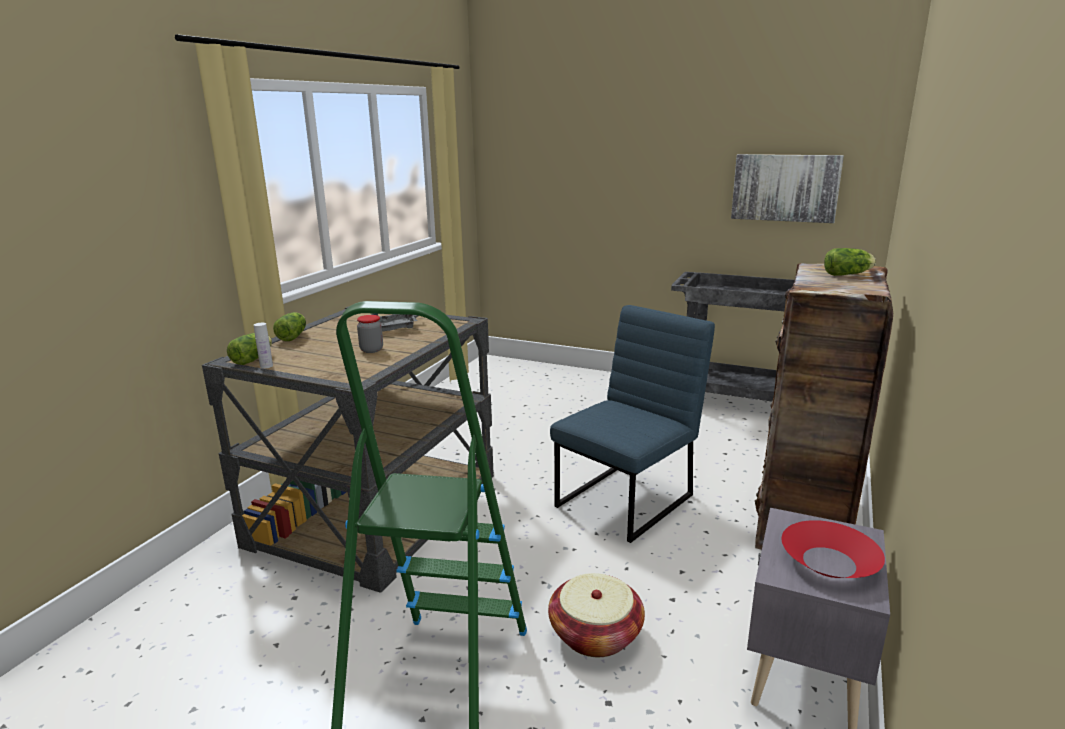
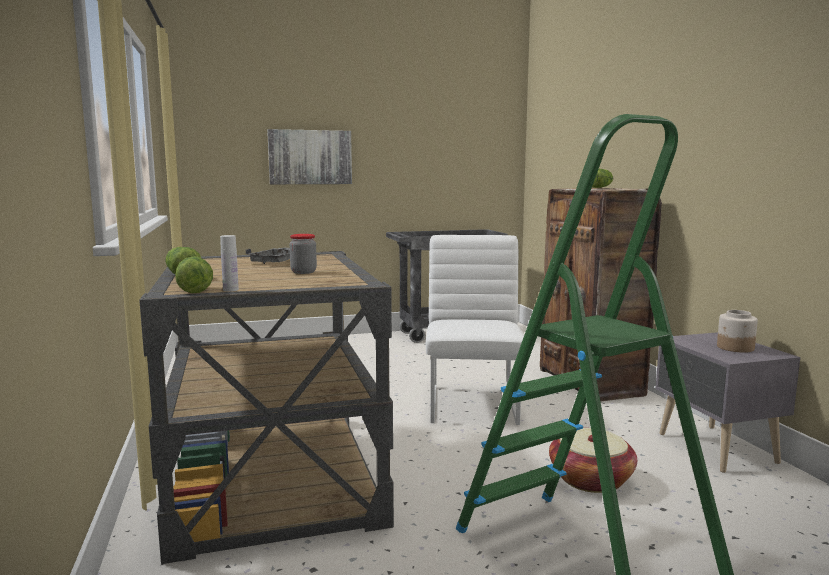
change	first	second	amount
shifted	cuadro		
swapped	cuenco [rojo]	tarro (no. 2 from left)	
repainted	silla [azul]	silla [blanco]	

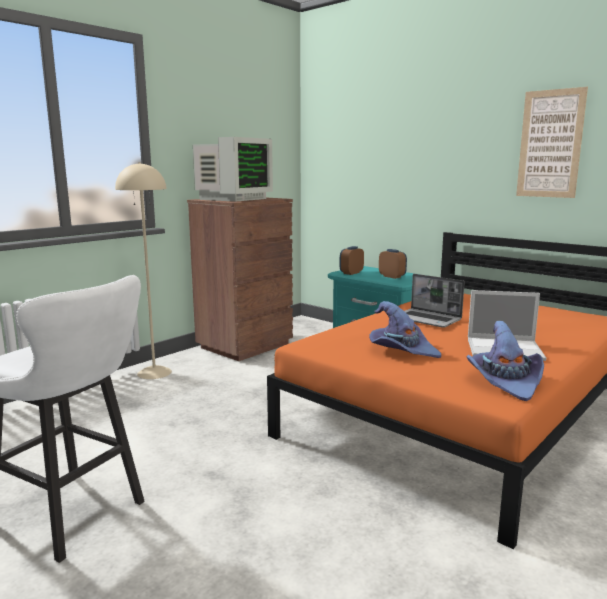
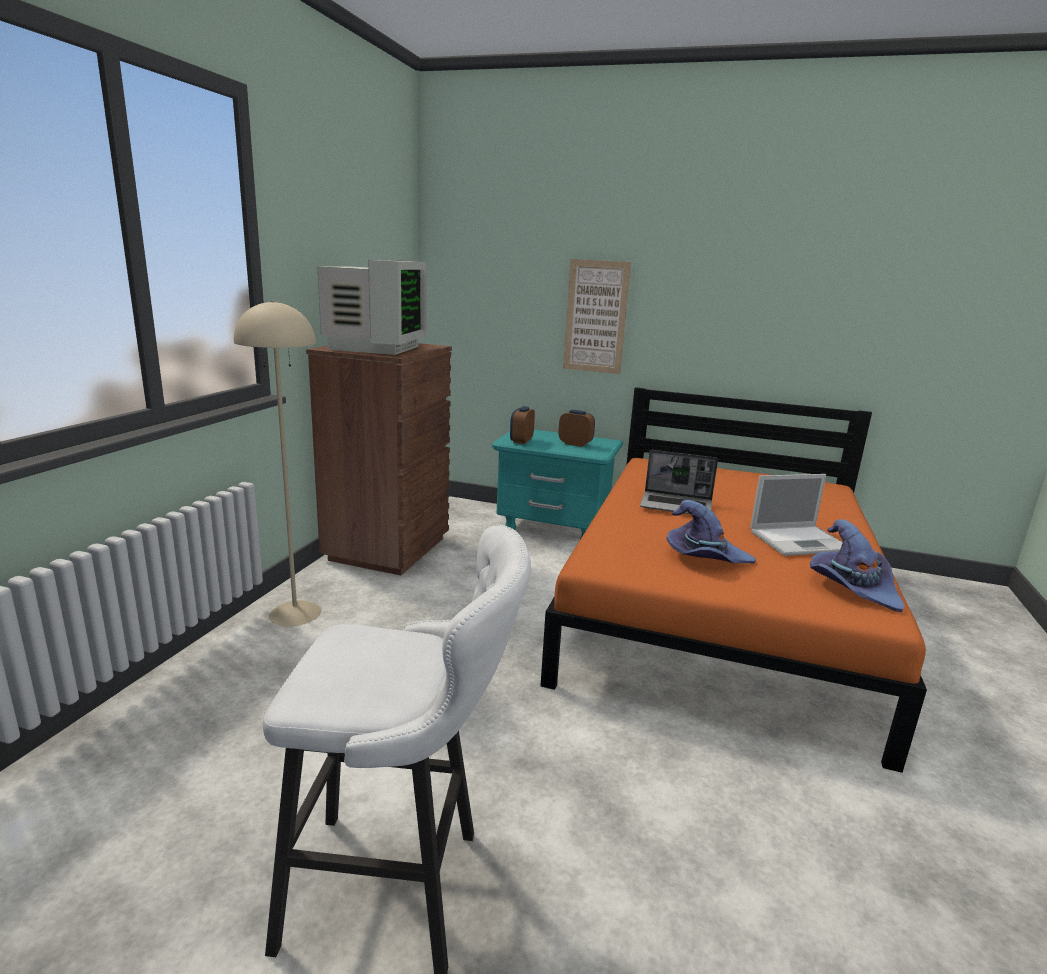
change	first	second	amount
shifted	cuadro		

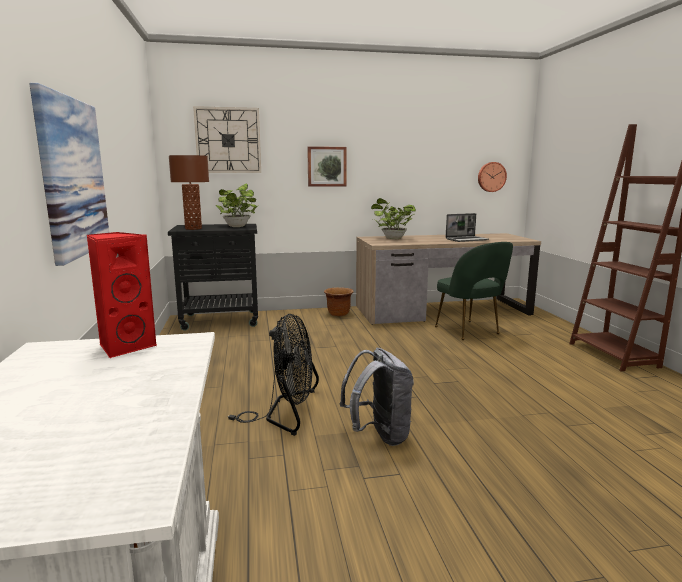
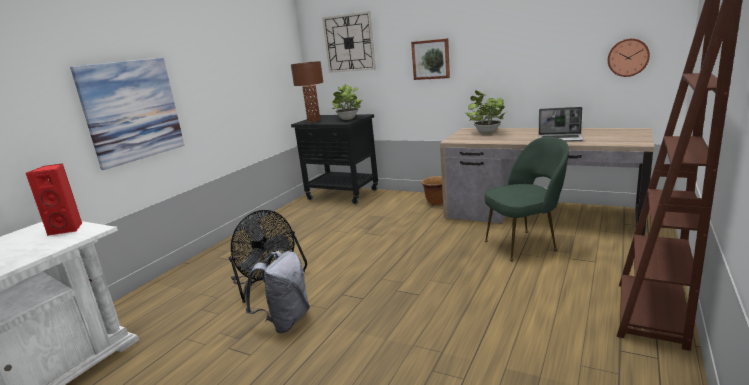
change	first	second	amount
rotated	silla [verde]		120 degrees counterclockwise

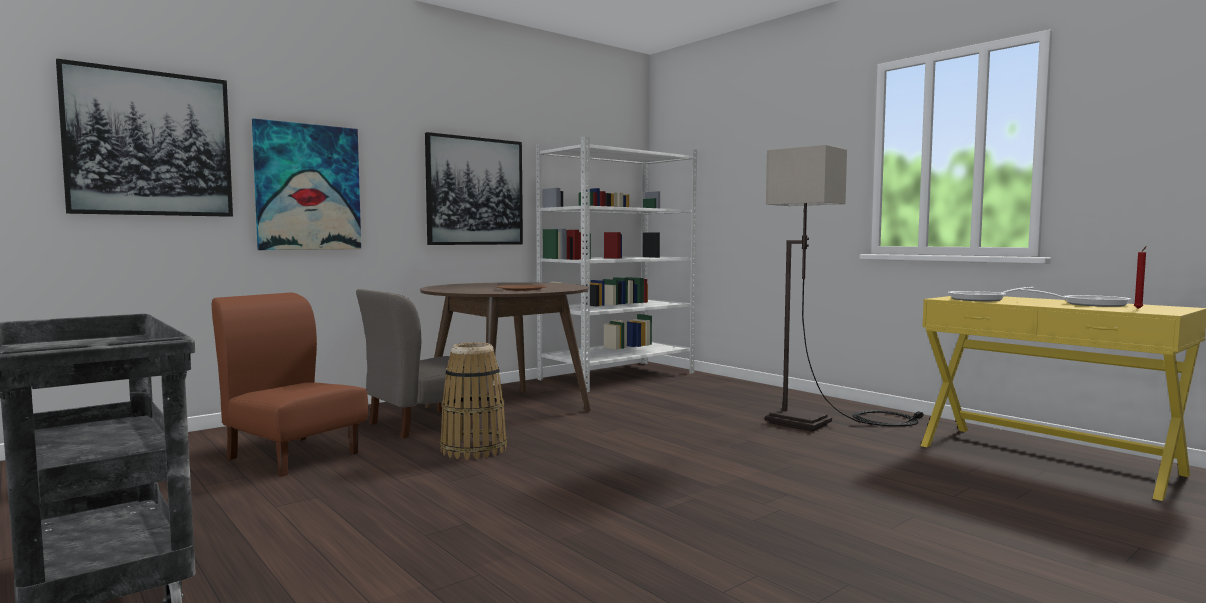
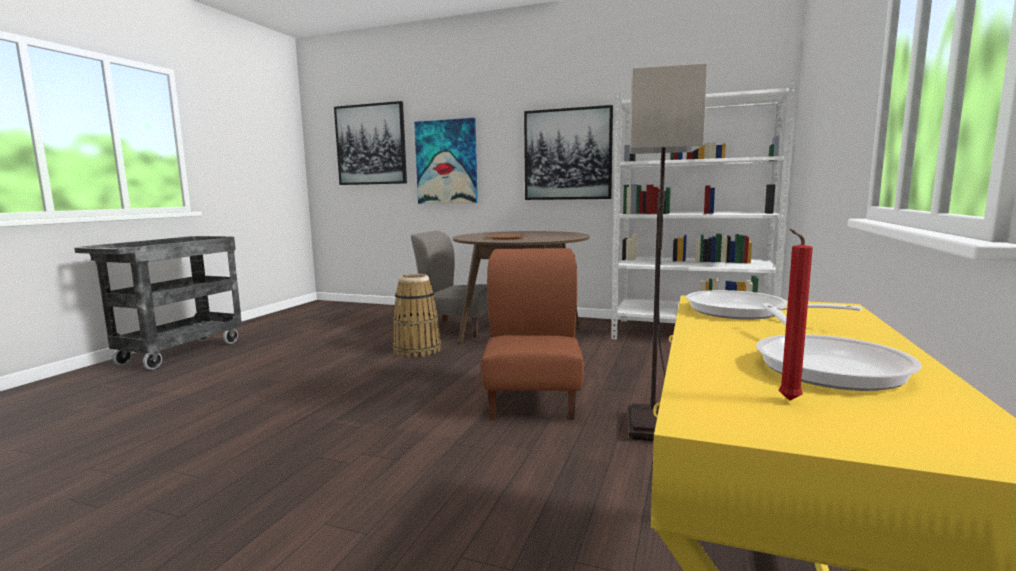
change	first	second	amount
shifted	silla [marrón]		

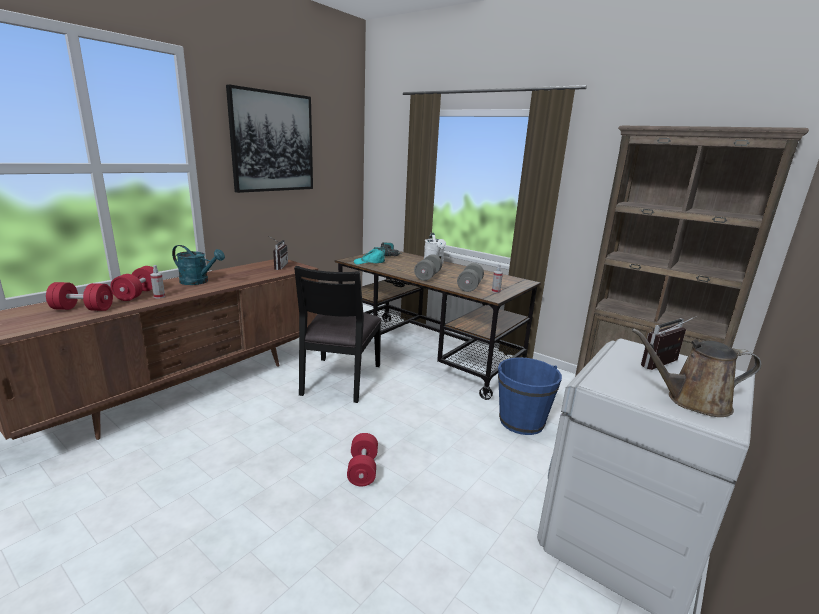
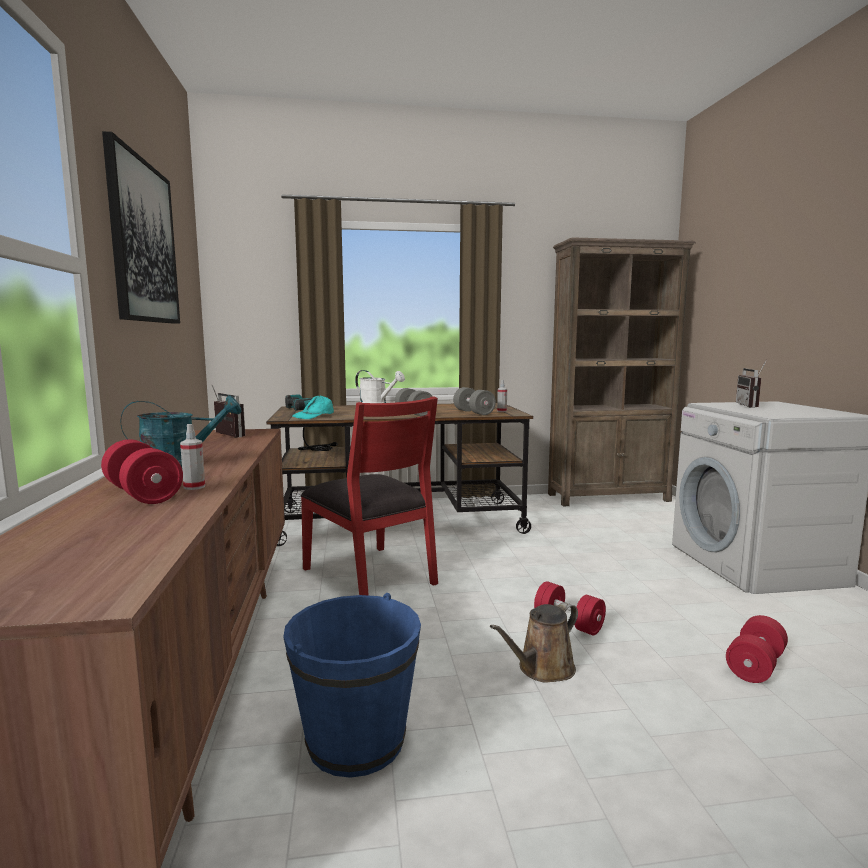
change	first	second	amount
shifted	mancuerna [rojo] (no. 1 from left in the first image)	mancuerna [rojo] (no. 3 from left)	
shifted	cubo [azul]		
shifted	regadera [marrón]		
repainted	silla [negro]	silla [rojo]	

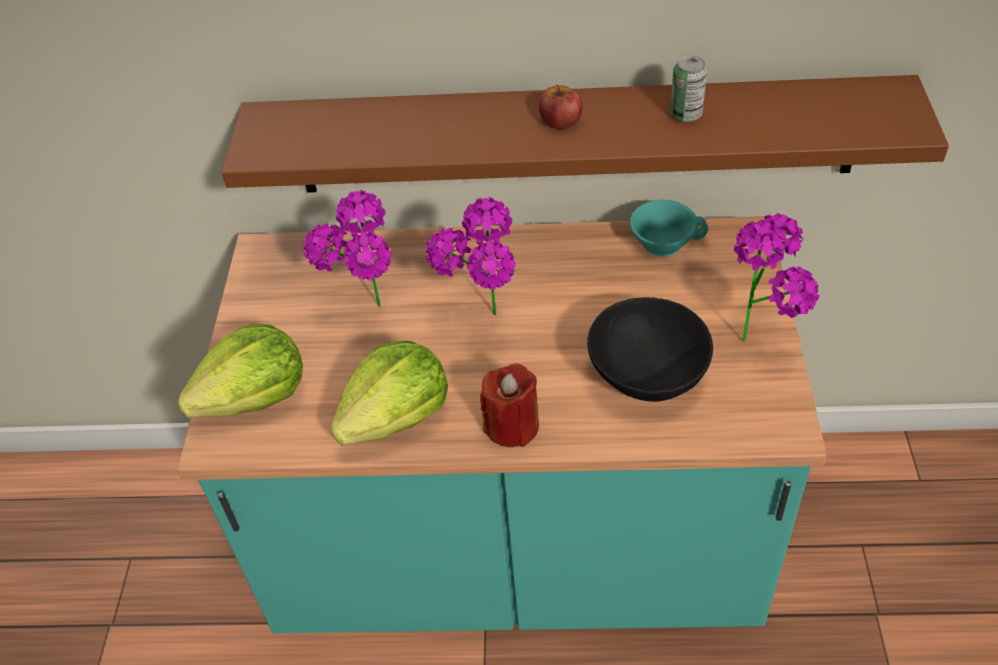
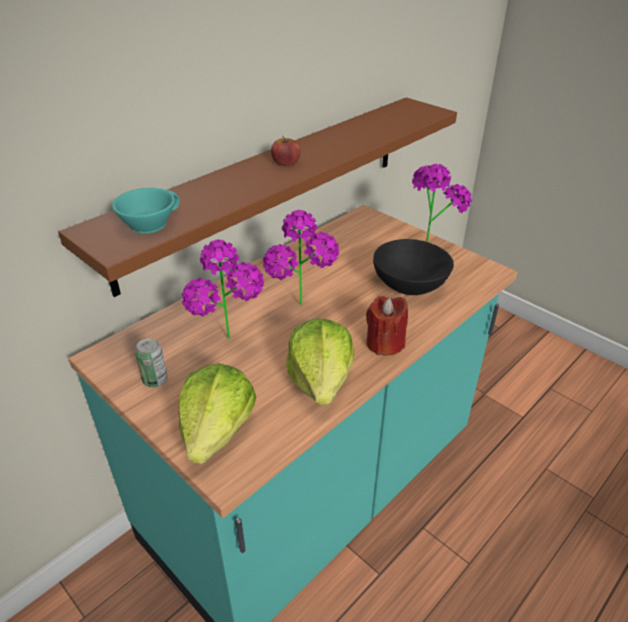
change	first	second	amount
shifted	taza [turquesa]		
shifted	lata		

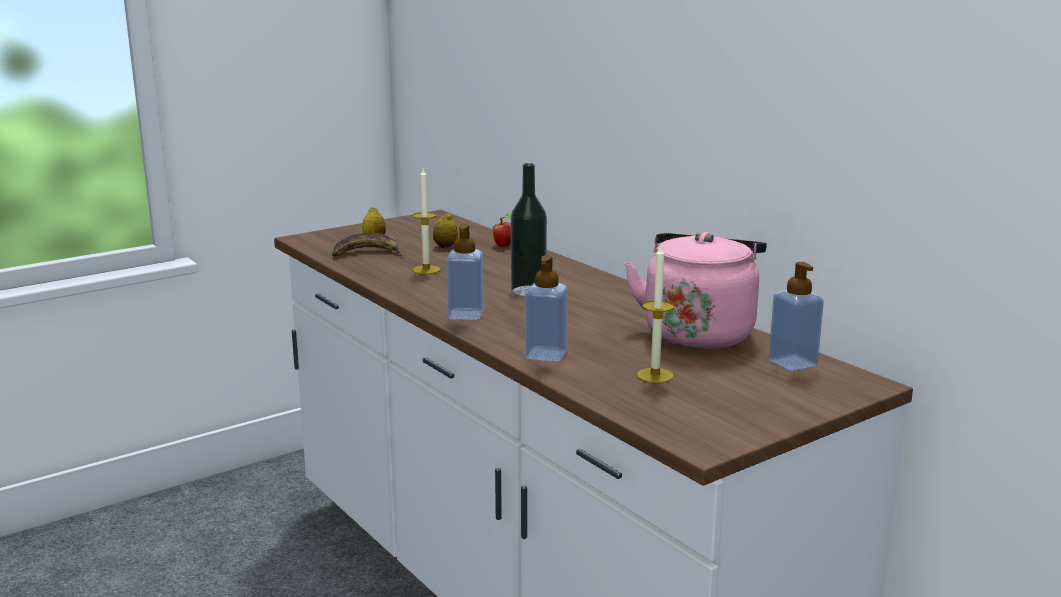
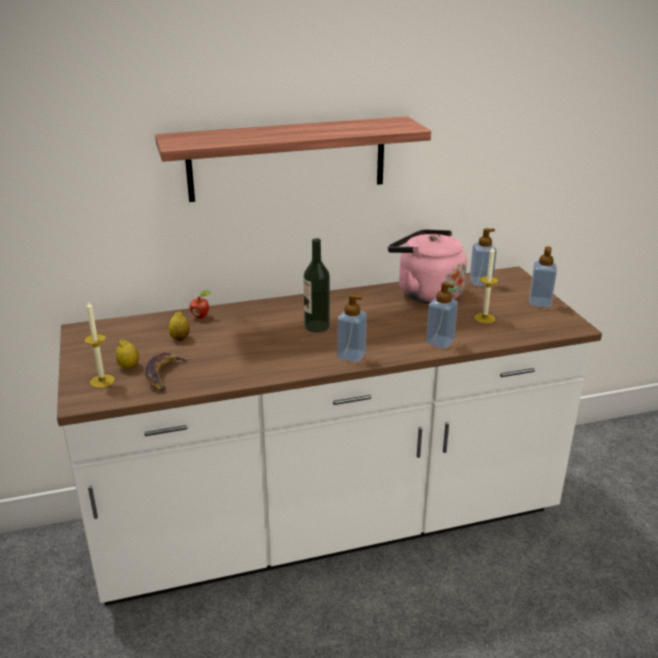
change	first	second	amount
new		estante	
new		dispensador de jabón (no. 4 from left)	
shifted	vela (no. 1 from left)		

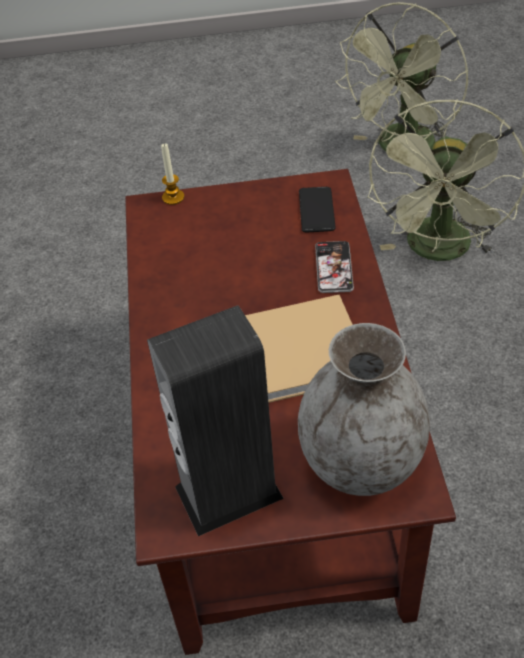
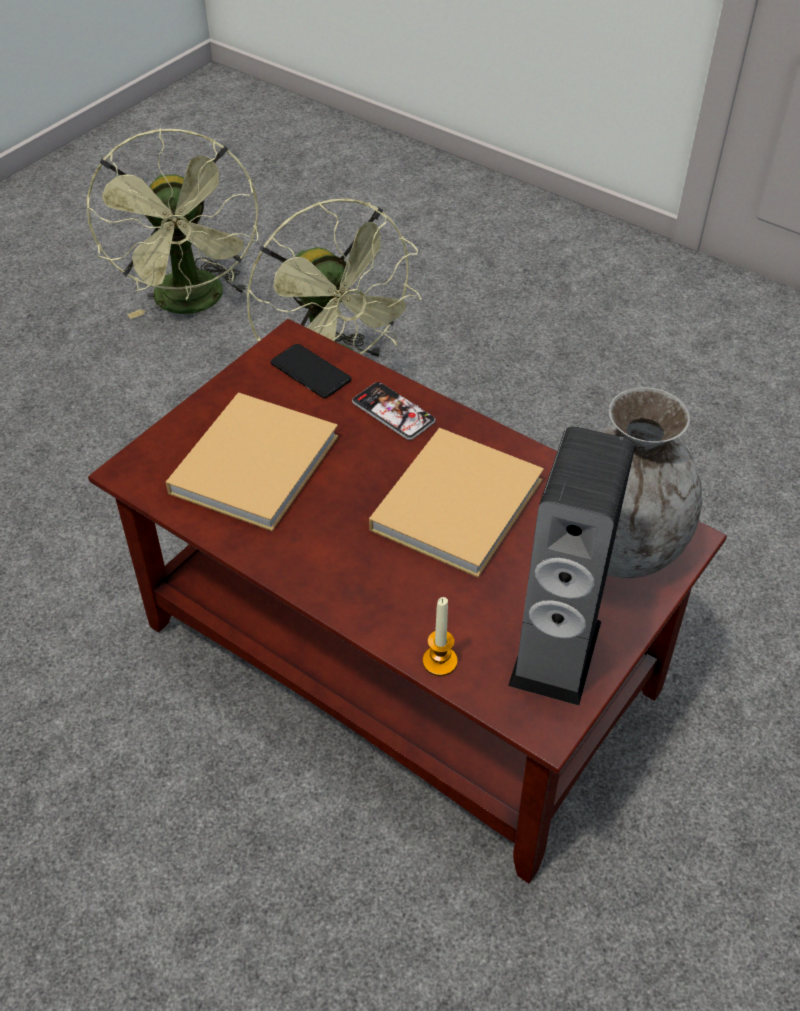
change	first	second	amount
new		libro [beis] (no. 1 from left)	
shifted	vela		

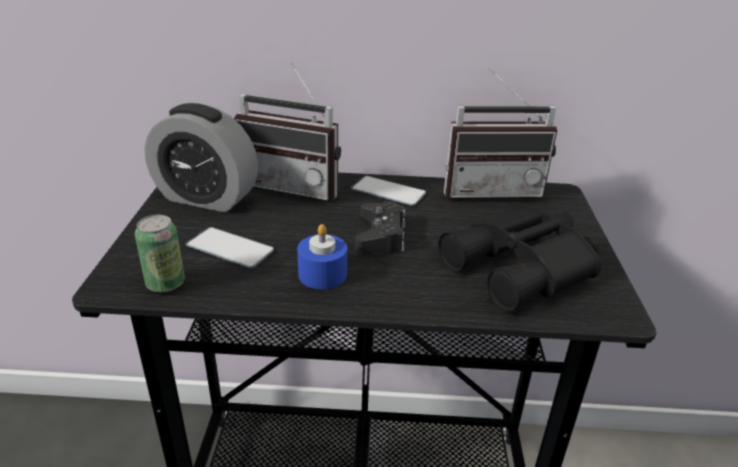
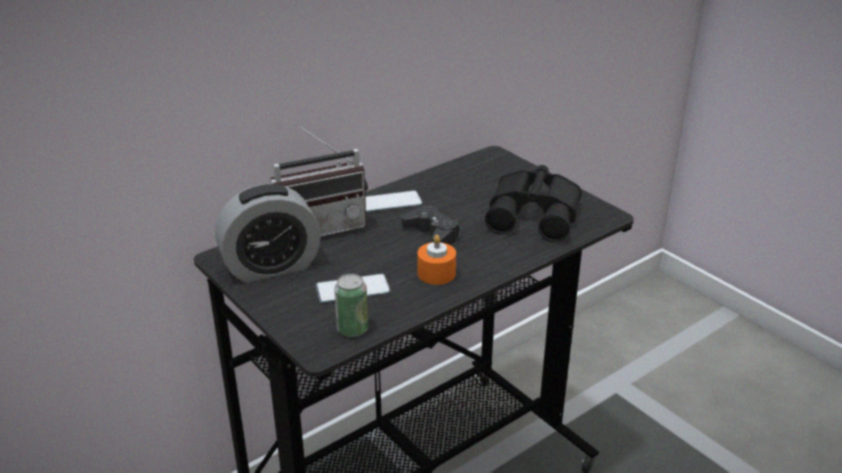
change	first	second	amount
gone	radio (no. 2 from left)		
repainted	vela [azul]	vela [naranja]	

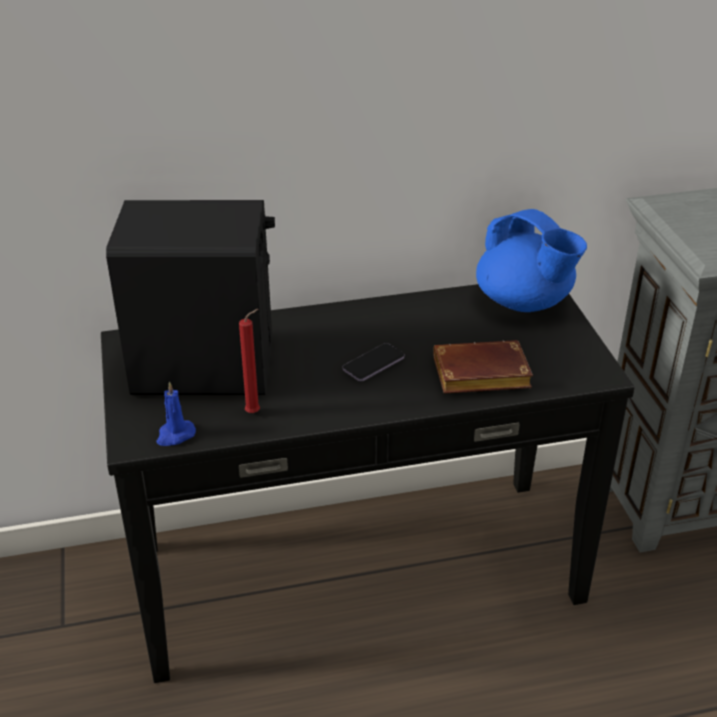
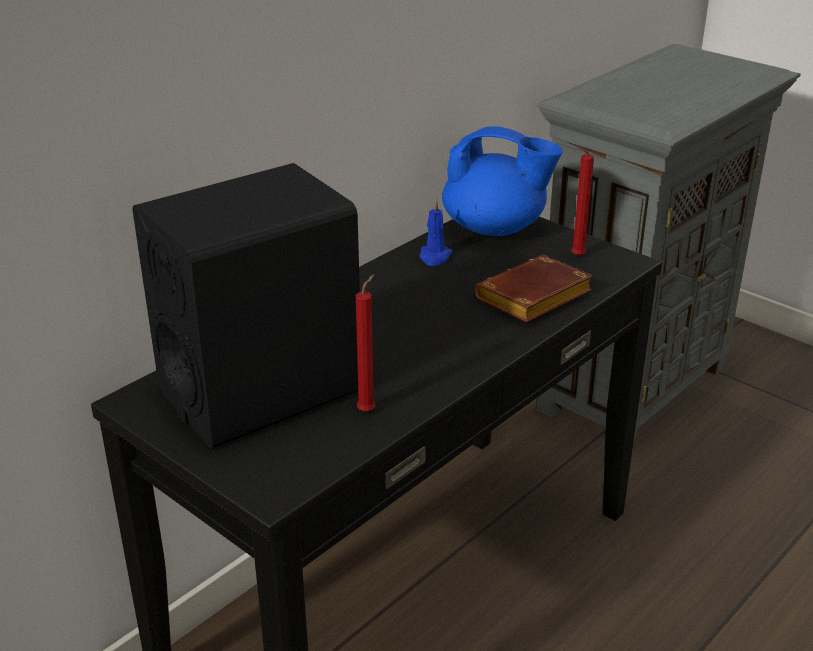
change	first	second	amount
gone	móvil		
new		vela [rojo] (no. 2 from left)	
shifted	vela [azul]		

